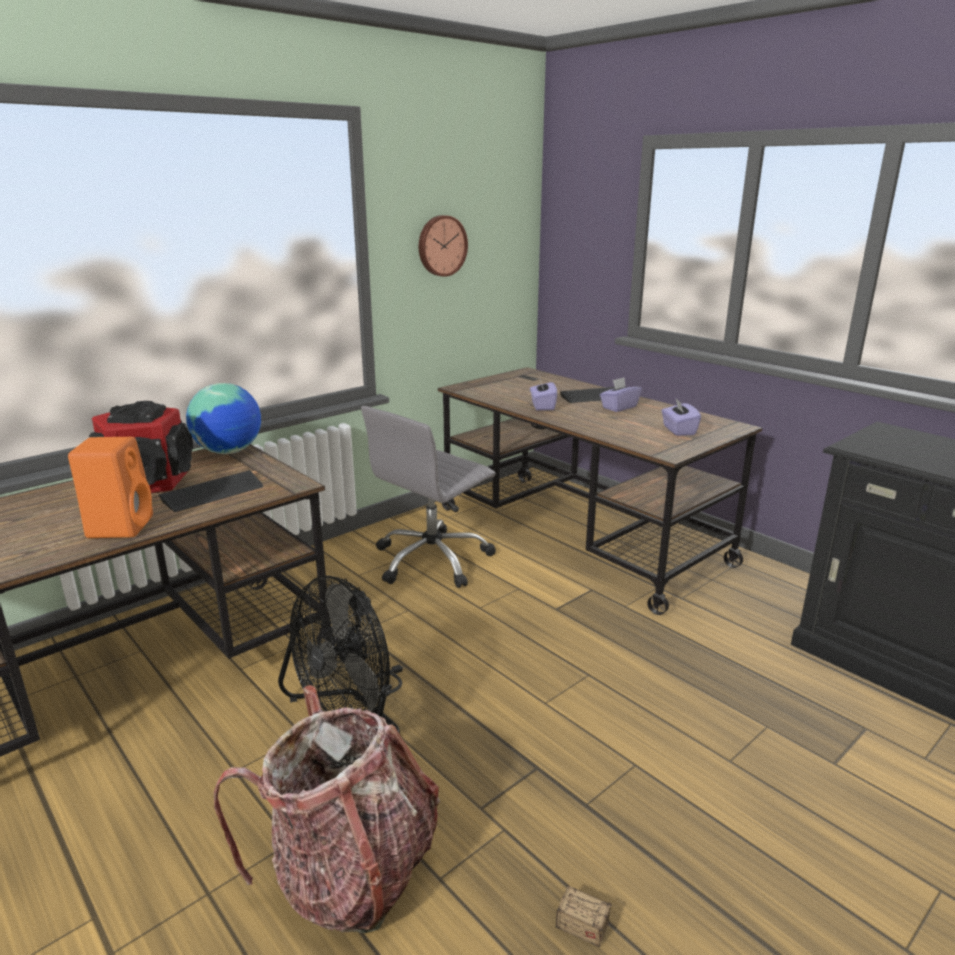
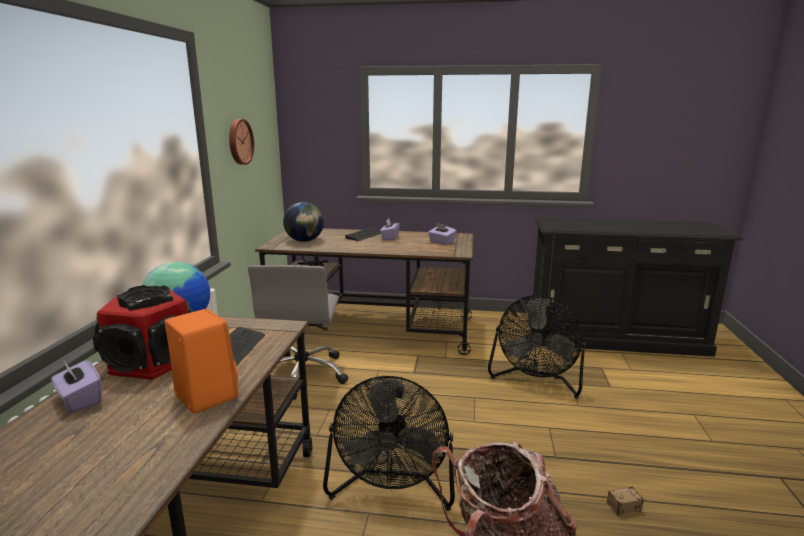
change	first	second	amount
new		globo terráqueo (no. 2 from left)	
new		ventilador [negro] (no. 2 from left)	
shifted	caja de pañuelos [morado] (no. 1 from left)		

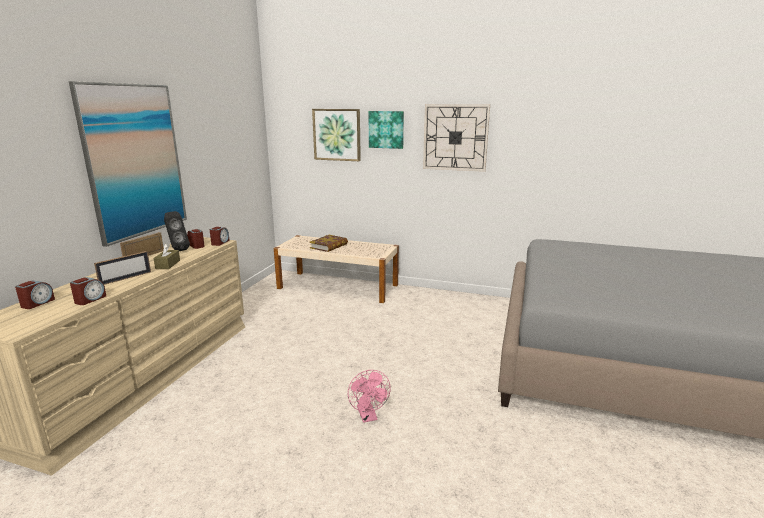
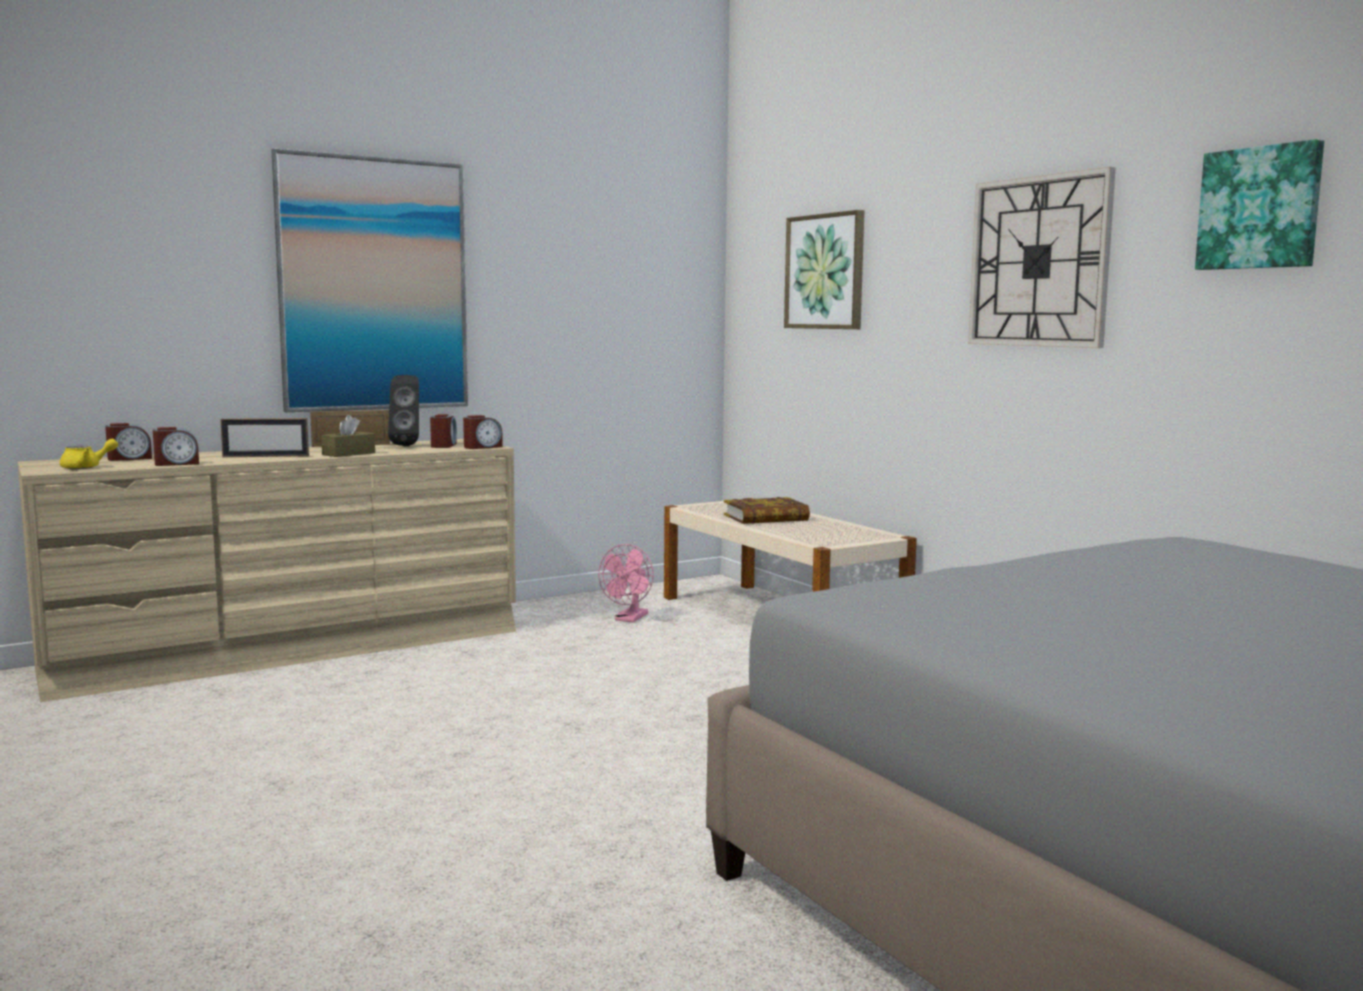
change	first	second	amount
new		tetera [amarillo]	
shifted	ventilador [rosa]		
shifted	cuadro (no. 3 from left)		

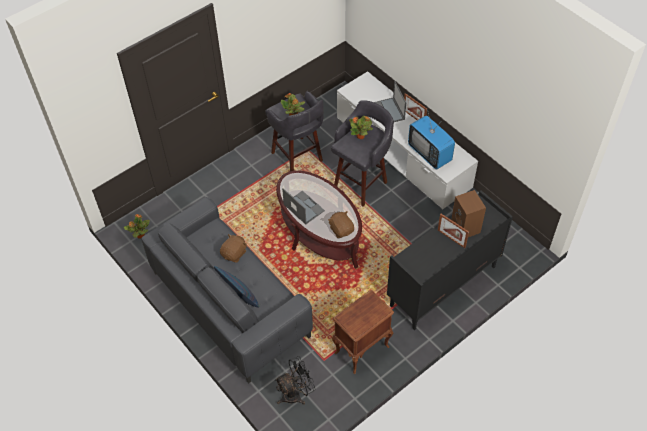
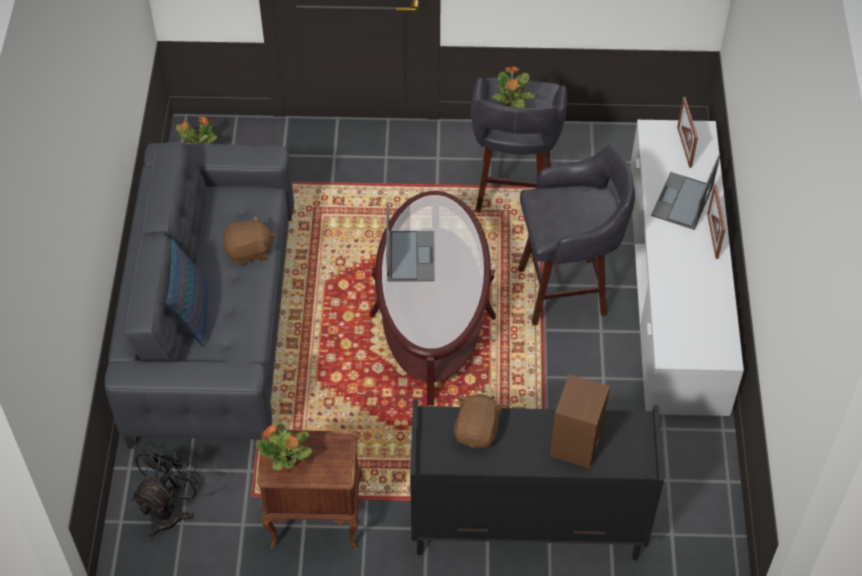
change	first	second	amount
gone	televisor		
shifted	peluche [marrón] (no. 2 from left)		
shifted	planta en maceta (no. 3 from left in the first image)	planta en maceta (no. 2 from left)	
shifted	portarretratos (no. 2 from left in the first image)	portarretratos (no. 1 from left)	
rotated	ventilador [negro]		75 degrees counterclockwise

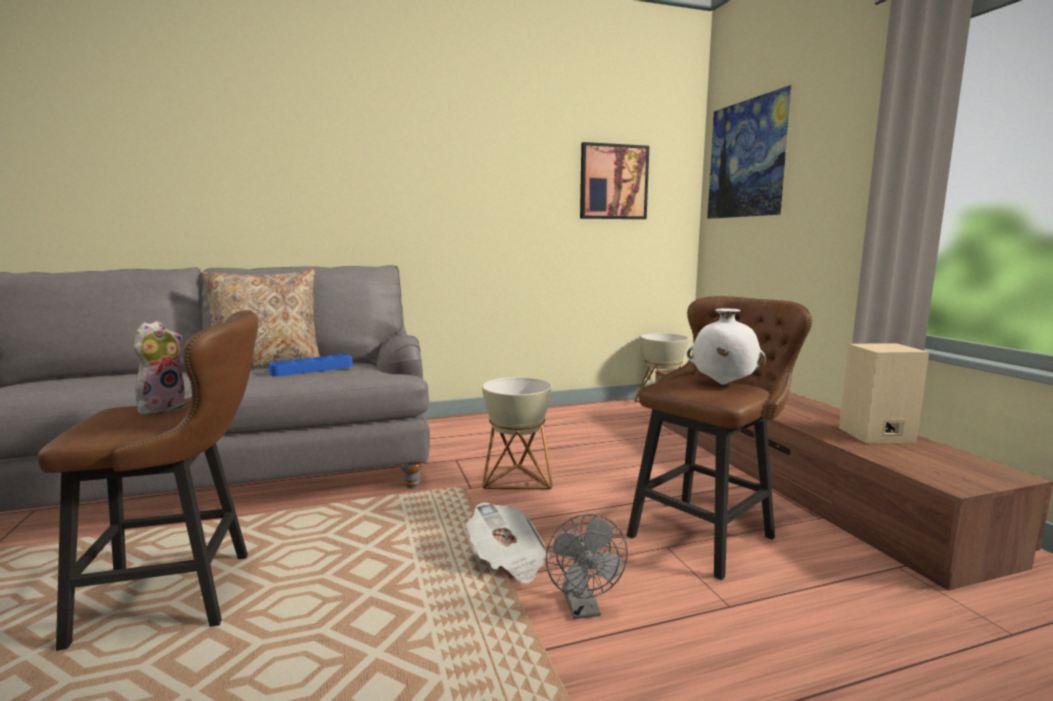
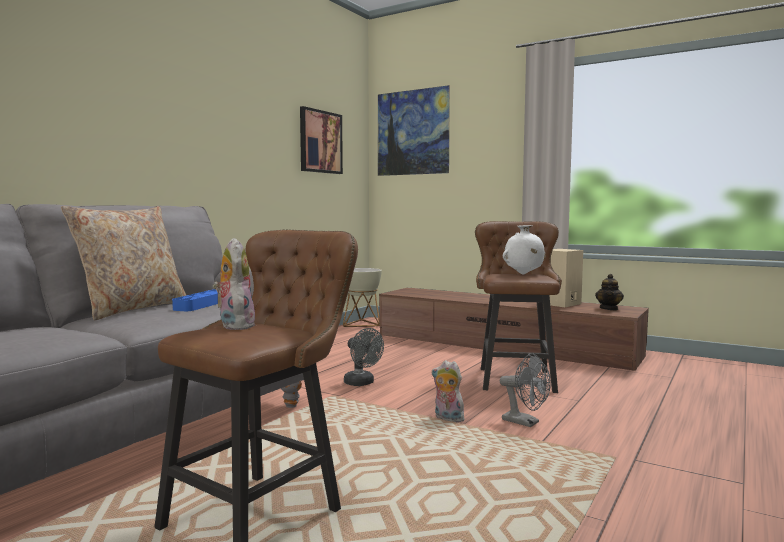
change	first	second	amount
new		tetera	
swapped	periódico	peluche (no. 2 from left)	
swapped	maceta (no. 1 from left)	ventilador [gris] (no. 1 from left)	

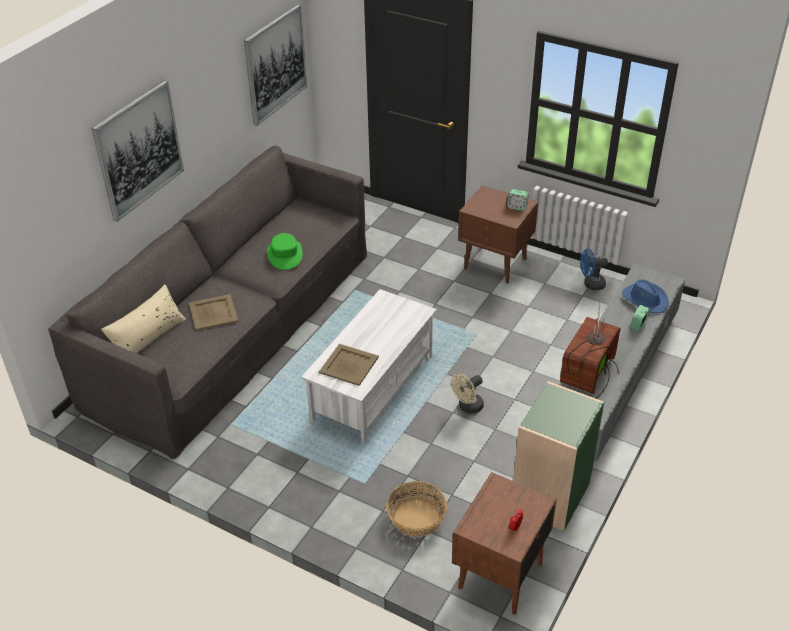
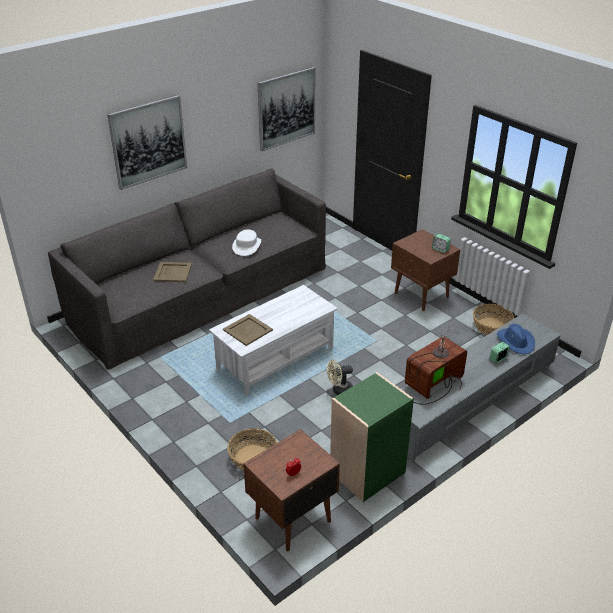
change	first	second	amount
gone	cojín [beis]		
swapped	ventilador [azul]	cesta (no. 2 from left)	
repainted	sombrero [verde]	sombrero [blanco]	

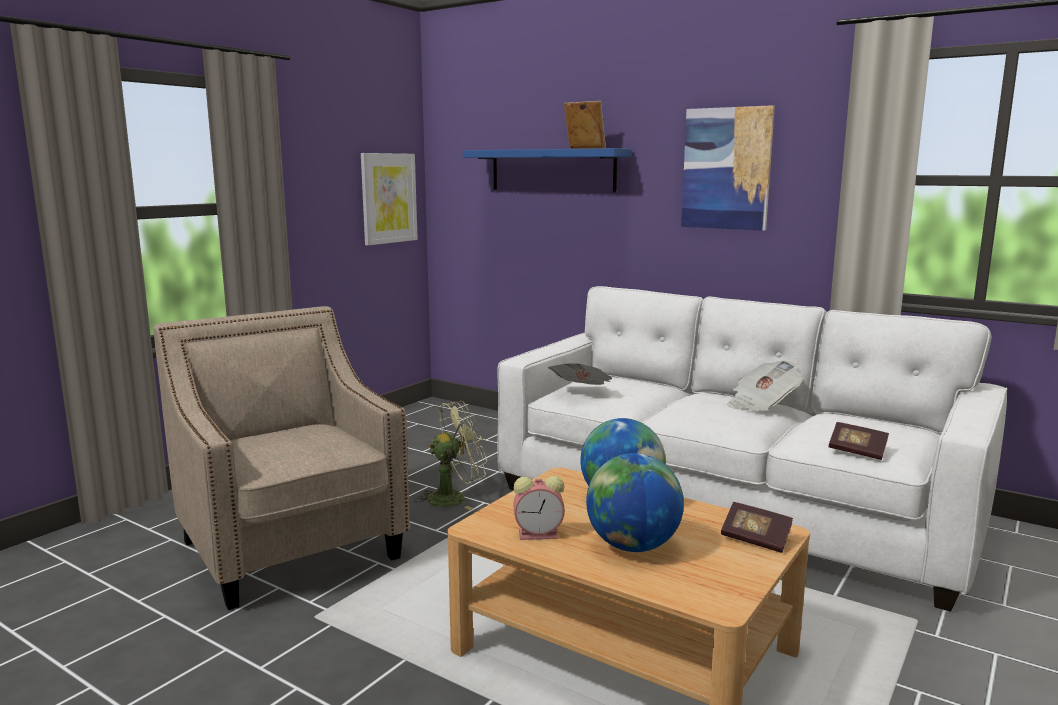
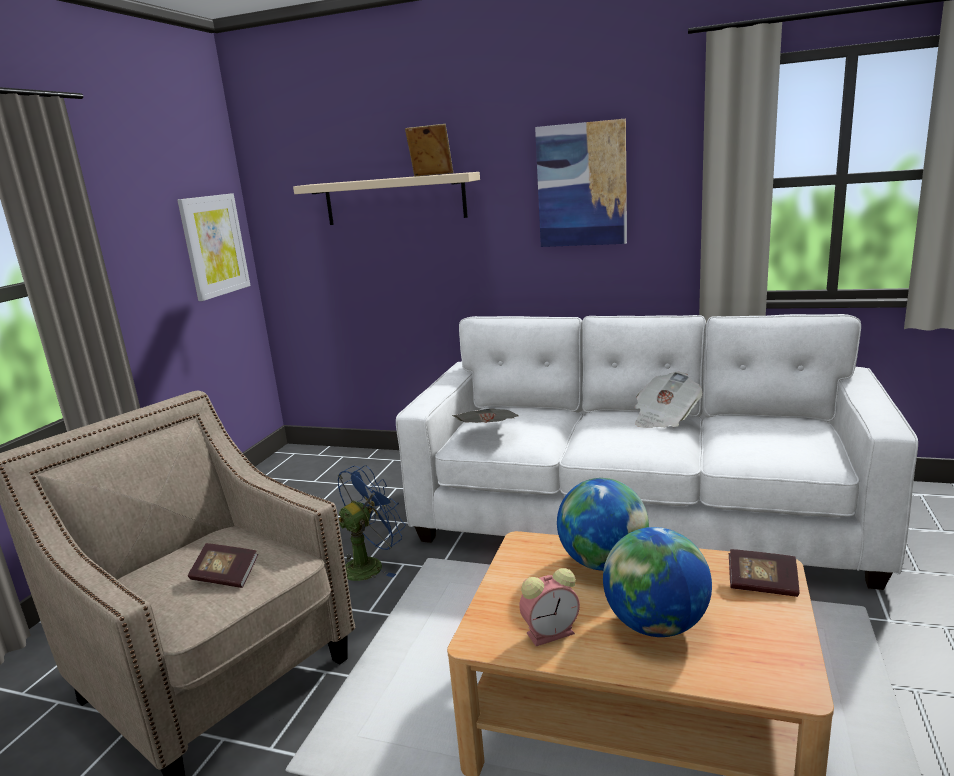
change	first	second	amount
shifted	libro (no. 2 from left in the first image)	libro (no. 1 from left)	
repainted	ventilador [verde]	ventilador [azul]	
repainted	estante [azul]	estante [beis]	

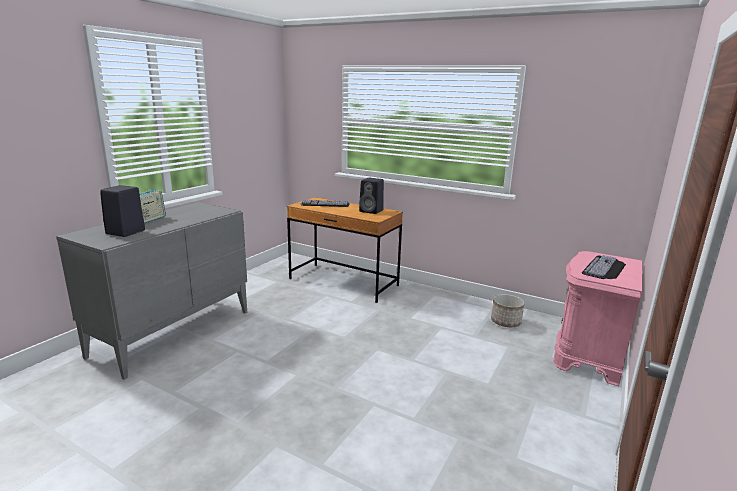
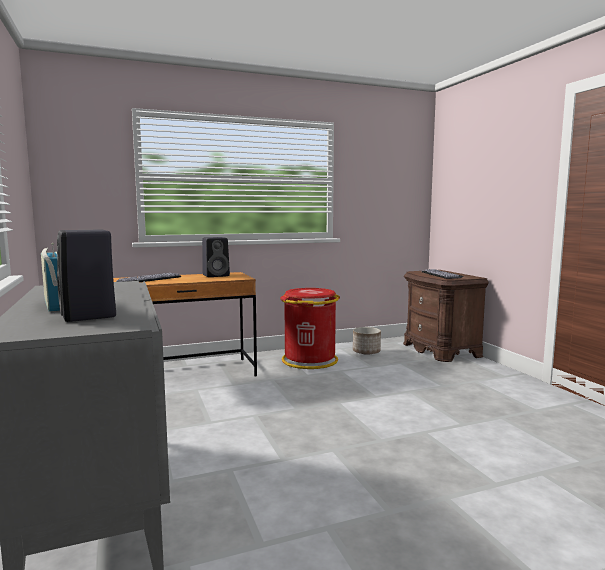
change	first	second	amount
new		papelera [rojo]	
repainted	mesita de noche [rosa]	mesita de noche [marrón]	

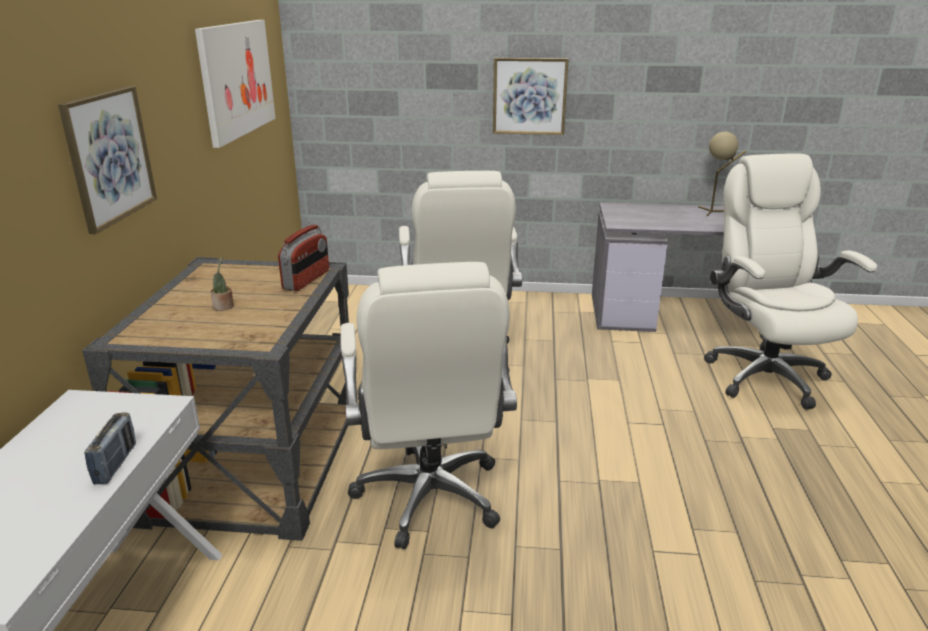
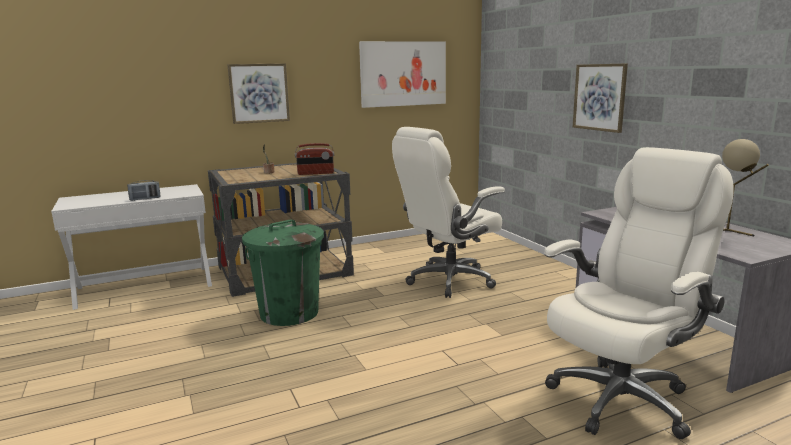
change	first	second	amount
swapped	silla de oficina [blanco] (no. 1 from left)	papelera [verde]	

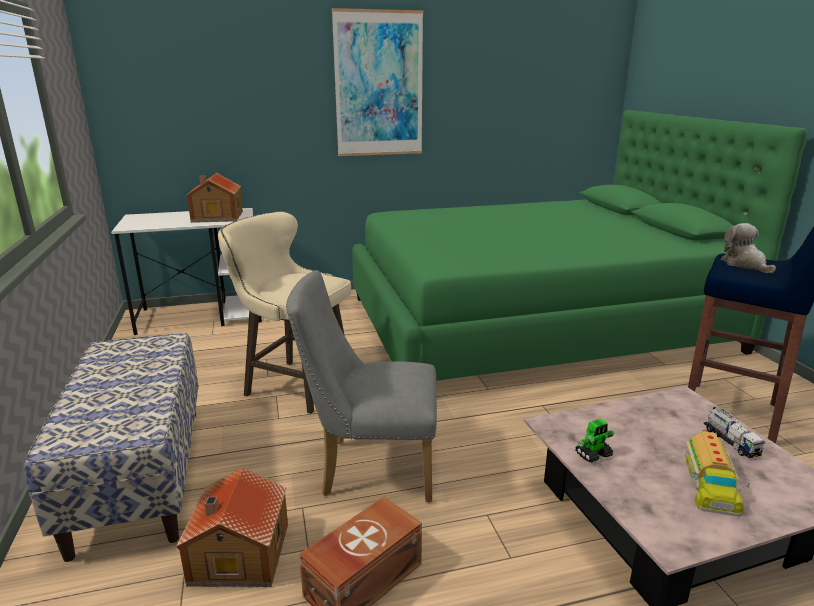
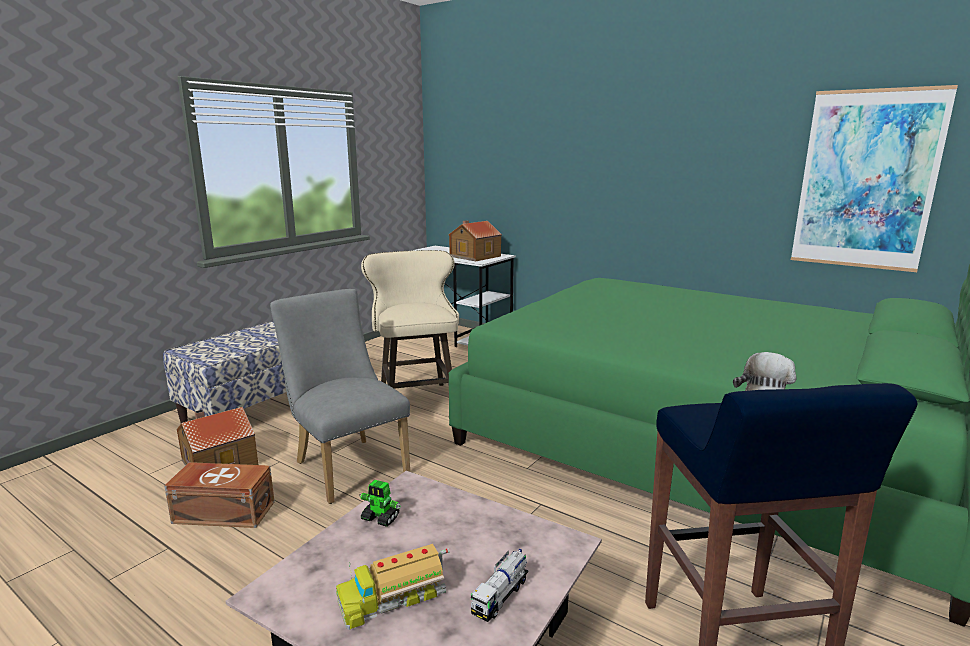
change	first	second	amount
shifted	cuadro		

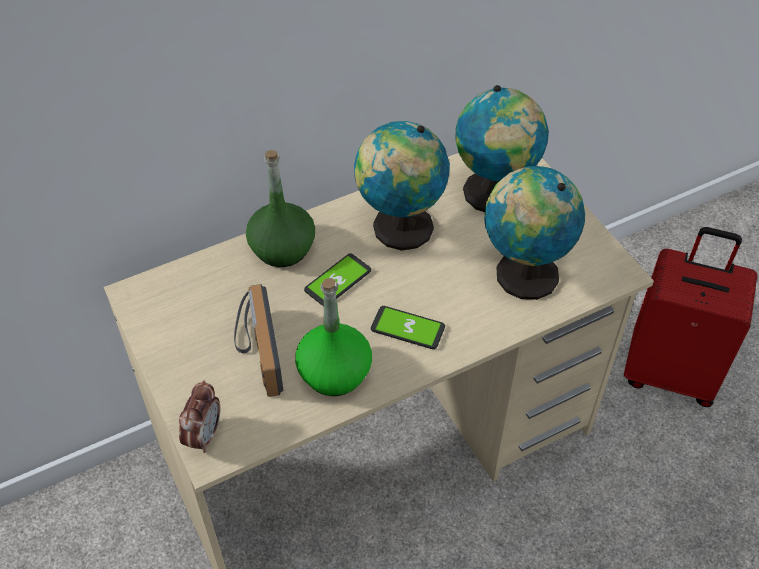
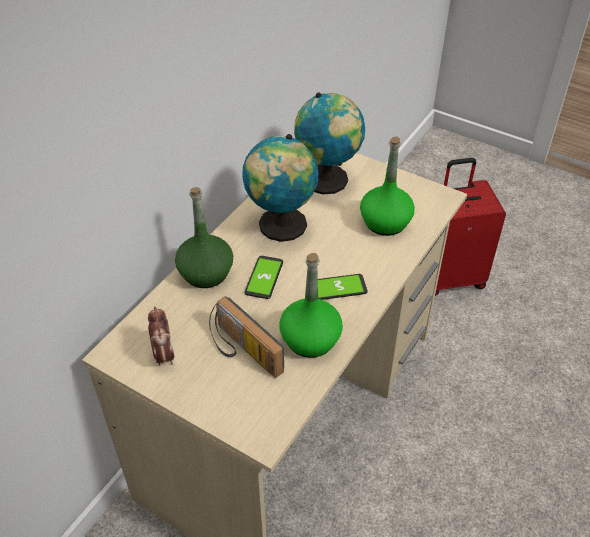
change	first	second	amount
shifted	despertador		
swapped	globo terráqueo (no. 3 from left)	botella [verde] (no. 3 from left)	

